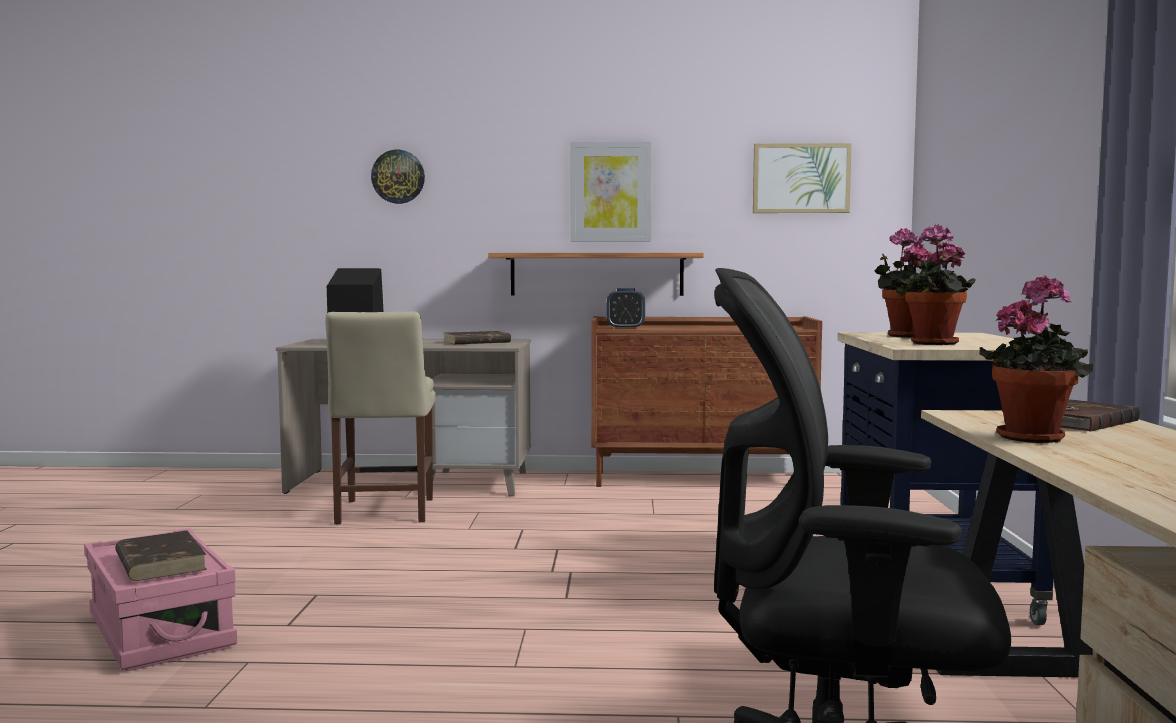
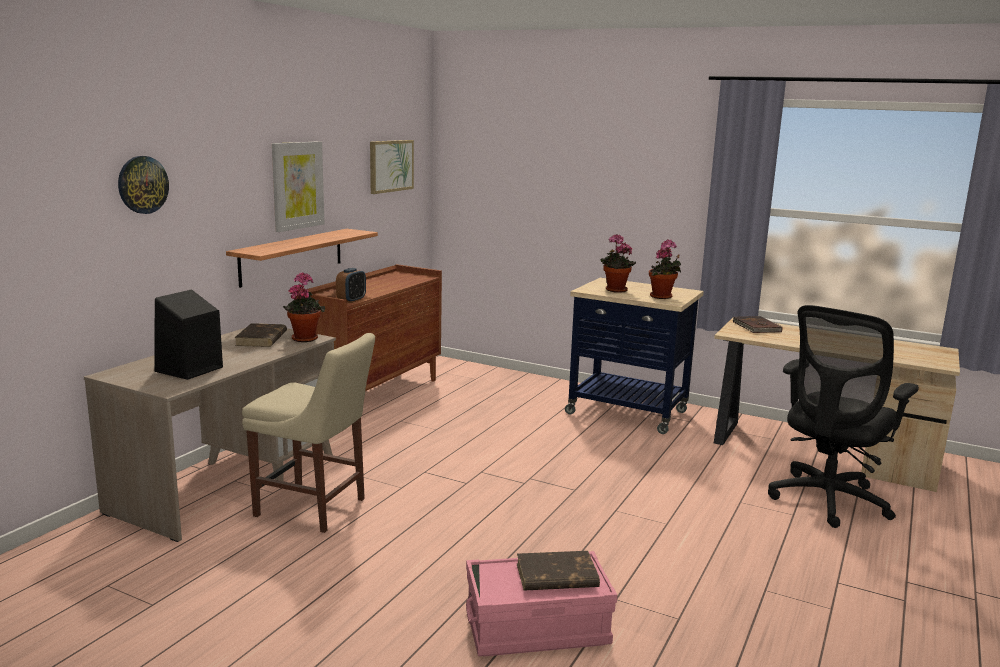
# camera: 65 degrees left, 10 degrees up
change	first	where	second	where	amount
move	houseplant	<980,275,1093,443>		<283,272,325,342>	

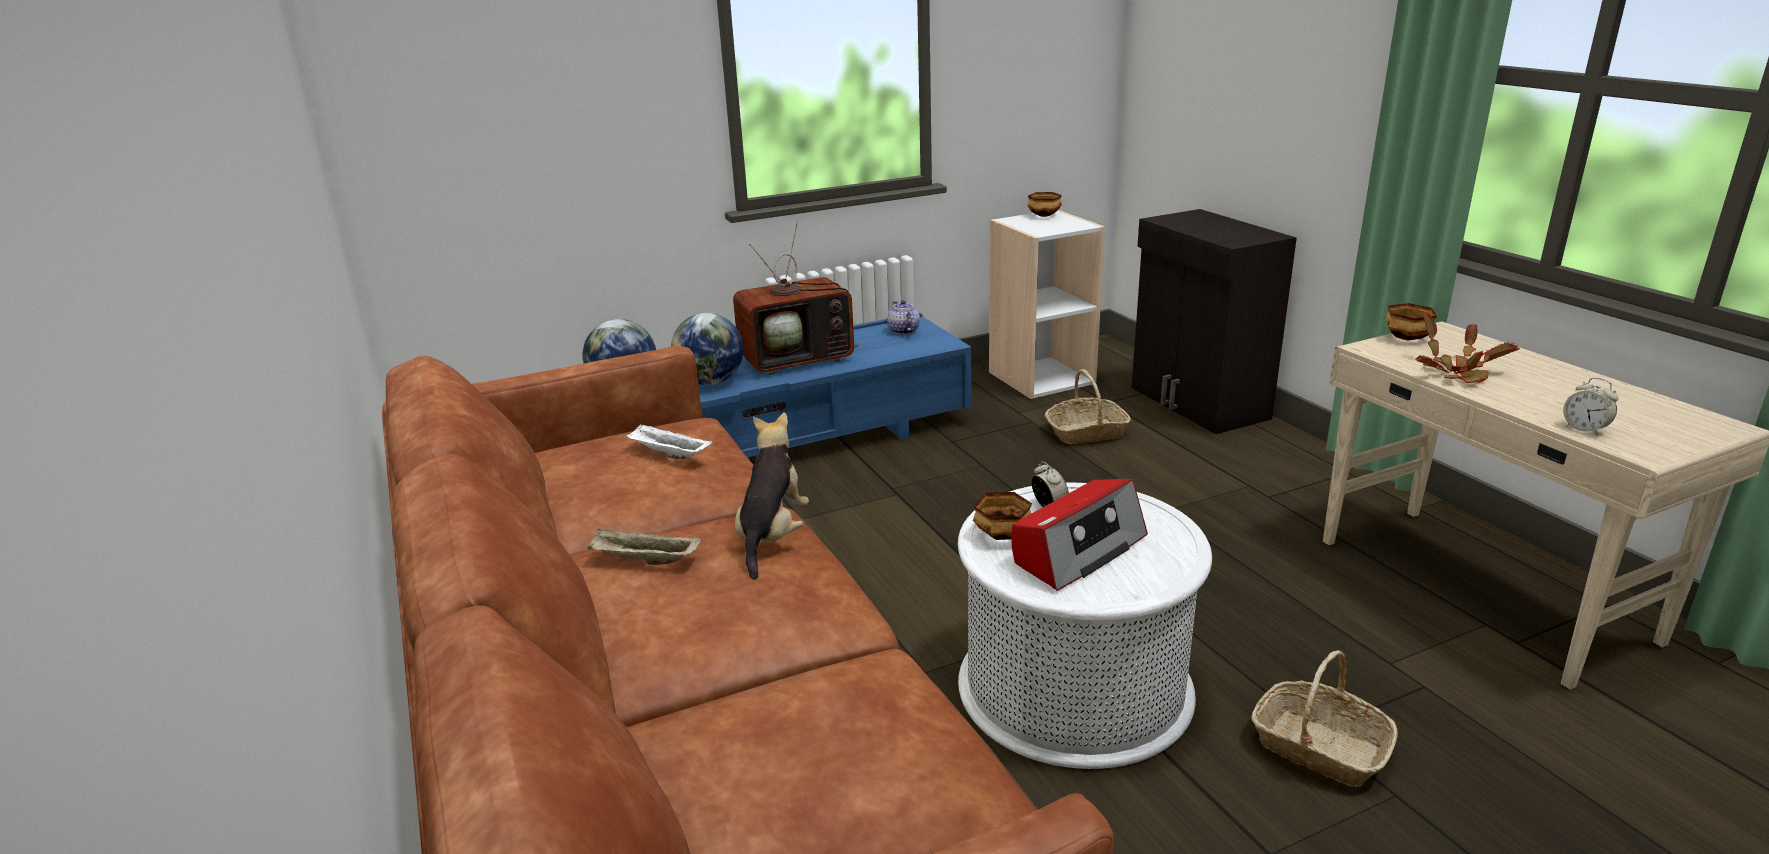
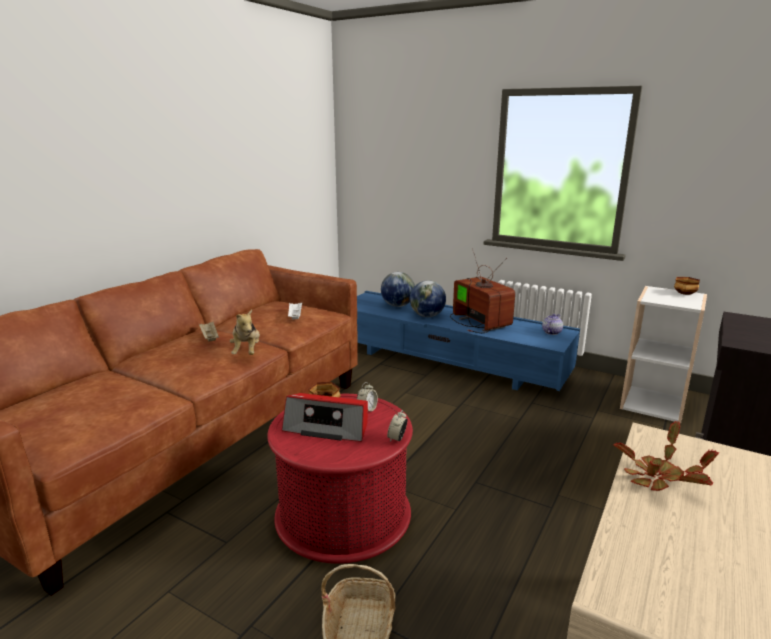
# camera: 55 degrees right, 5 degrees down
change	first	where	second	where	amount
rotate	soft toy	<735,412,809,580>		<230,309,260,355>	105 degrees clockwise
recolor	white coffee table	<958,483,1212,769>	reddish coffee table	<267,394,413,564>	
move	alarm clock	<1563,378,1619,436>		<387,410,407,442>	
rotate	TV	<733,221,861,375>		<450,248,515,333>	150 degrees counterclockwise
delete	basket	<1045,369,1131,444>			
delete	serving bowl	<1385,303,1437,341>			

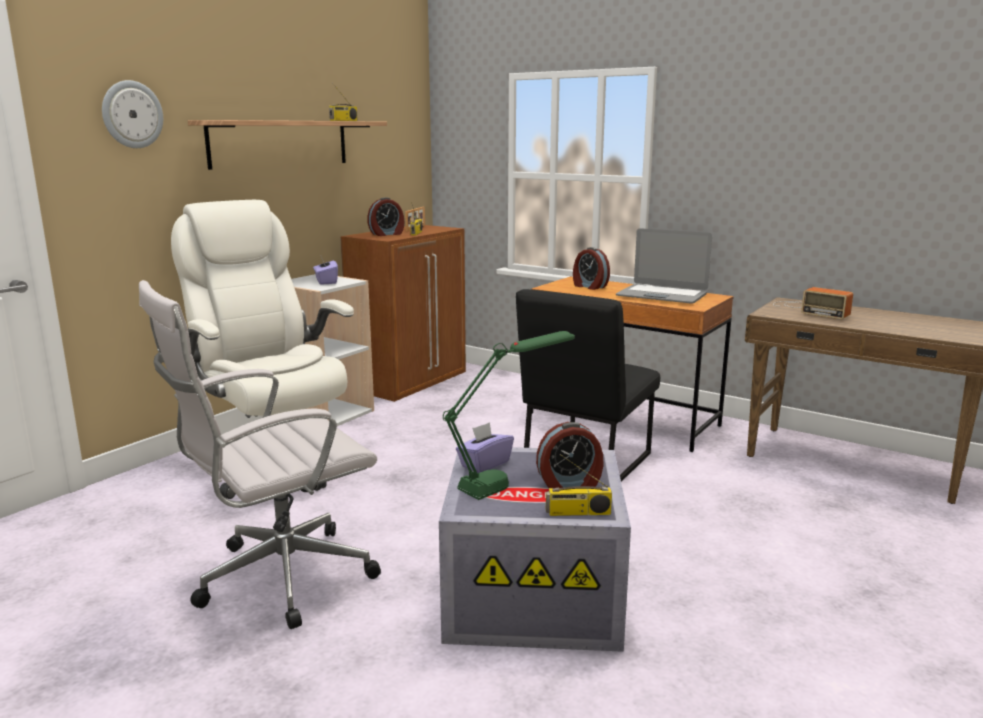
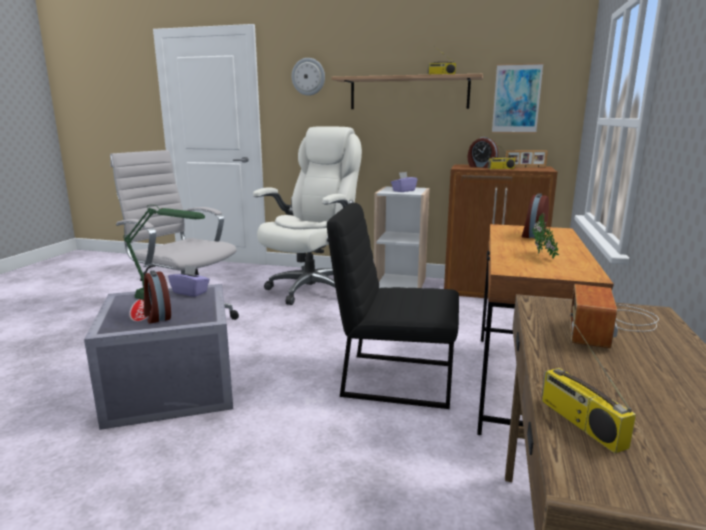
# camera: 70 degrees right, 0 degrees up
change	first	where	second	where	amount
insert			wall art	<492,63,543,133>	
replace	portable computer	<616,228,712,303>	houseplant	<532,212,559,258>	
move	radio	<546,454,612,516>		<542,324,636,453>	

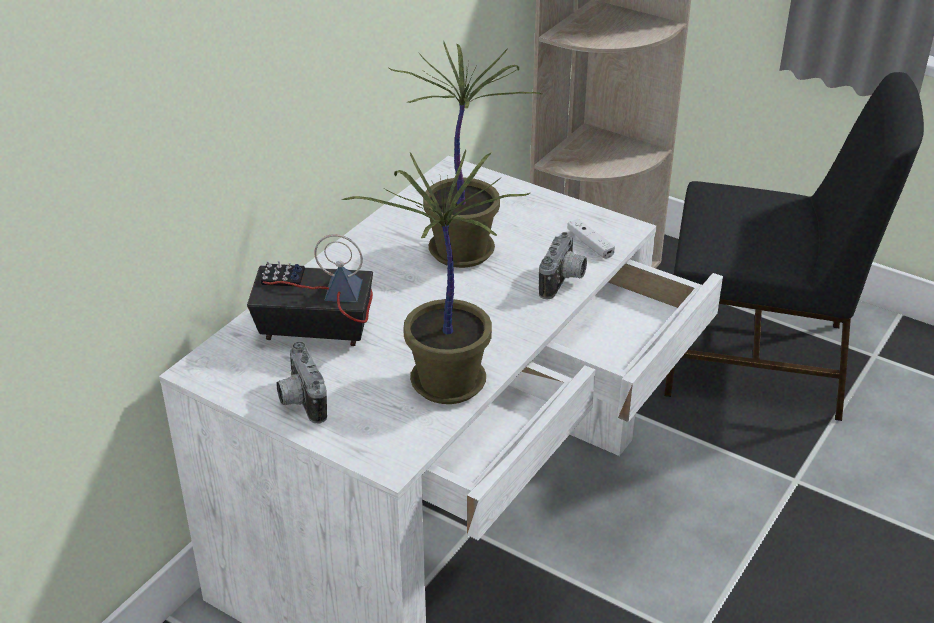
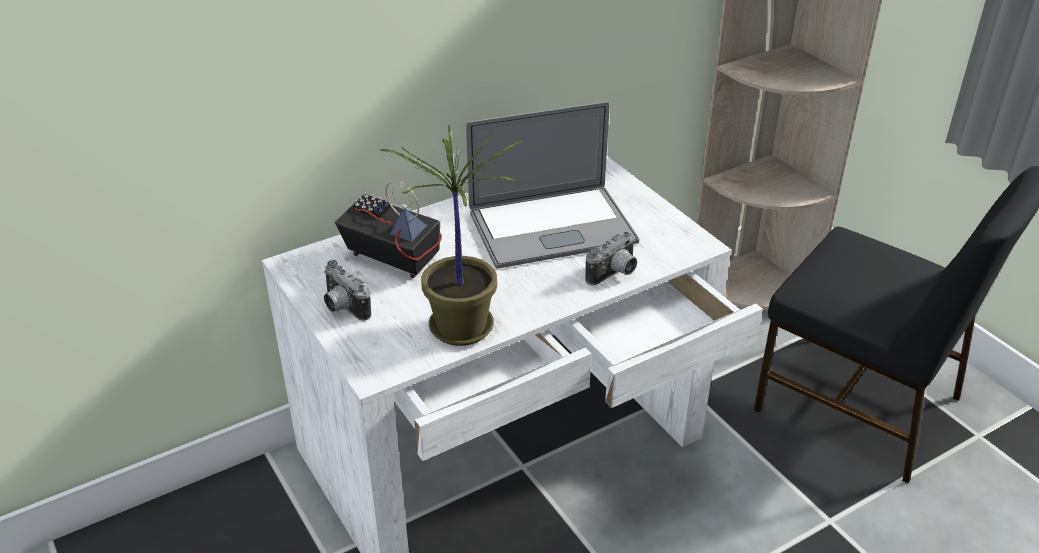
# camera: 25 degrees right, 0 degrees up
change	first	where	second	where	amount
rotate	still camera	<277,342,327,423>		<324,260,371,321>	45 degrees counterclockwise
replace	houseplant	<389,41,542,268>	portable computer	<466,101,639,269>	
delete	white gamepad	<567,219,615,259>			

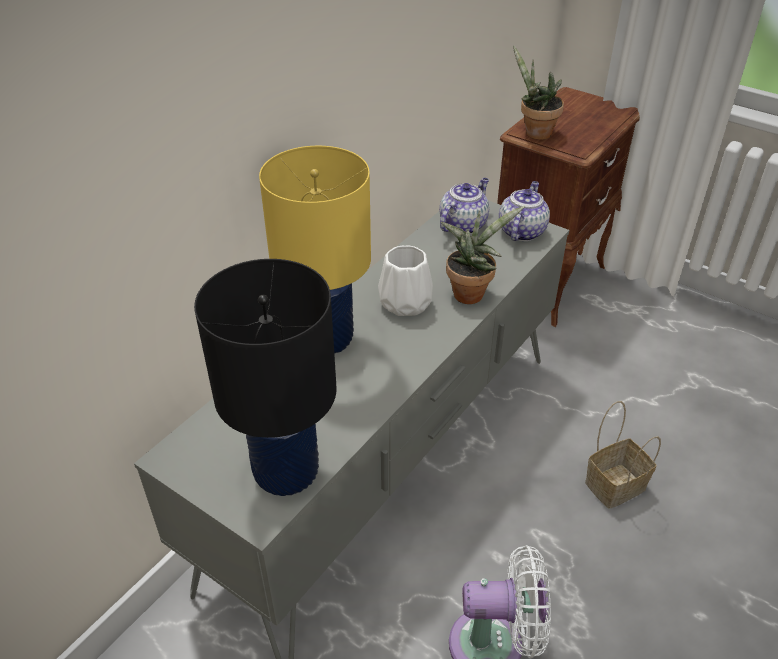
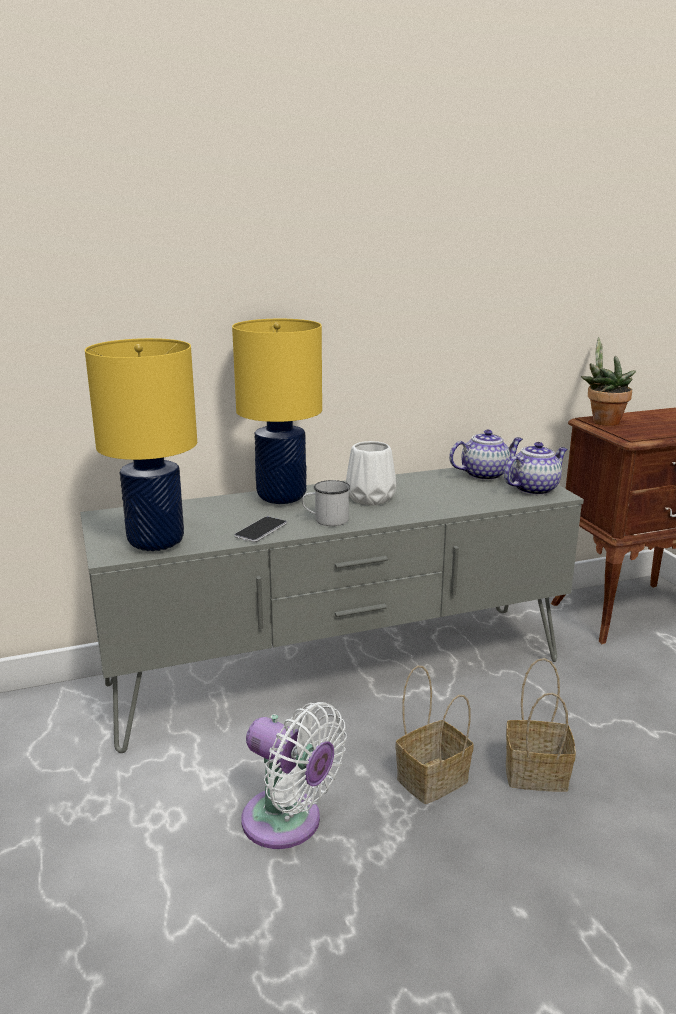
# camera: 35 degrees right, 20 degrees down
change	first	where	second	where	amount
recolor	blackish tabletop lamp	<194,259,337,496>	yellowish tabletop lamp	<85,338,197,551>	
insert			handset	<234,517,287,542>	
insert			white coffee mug	<302,480,350,526>	
insert			basket	<395,666,474,804>	
delete	houseplant	<441,206,525,304>			

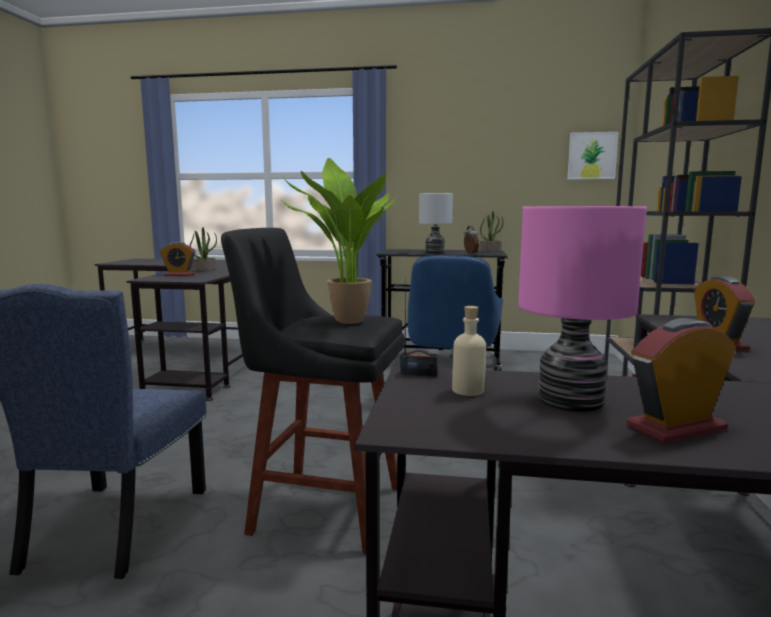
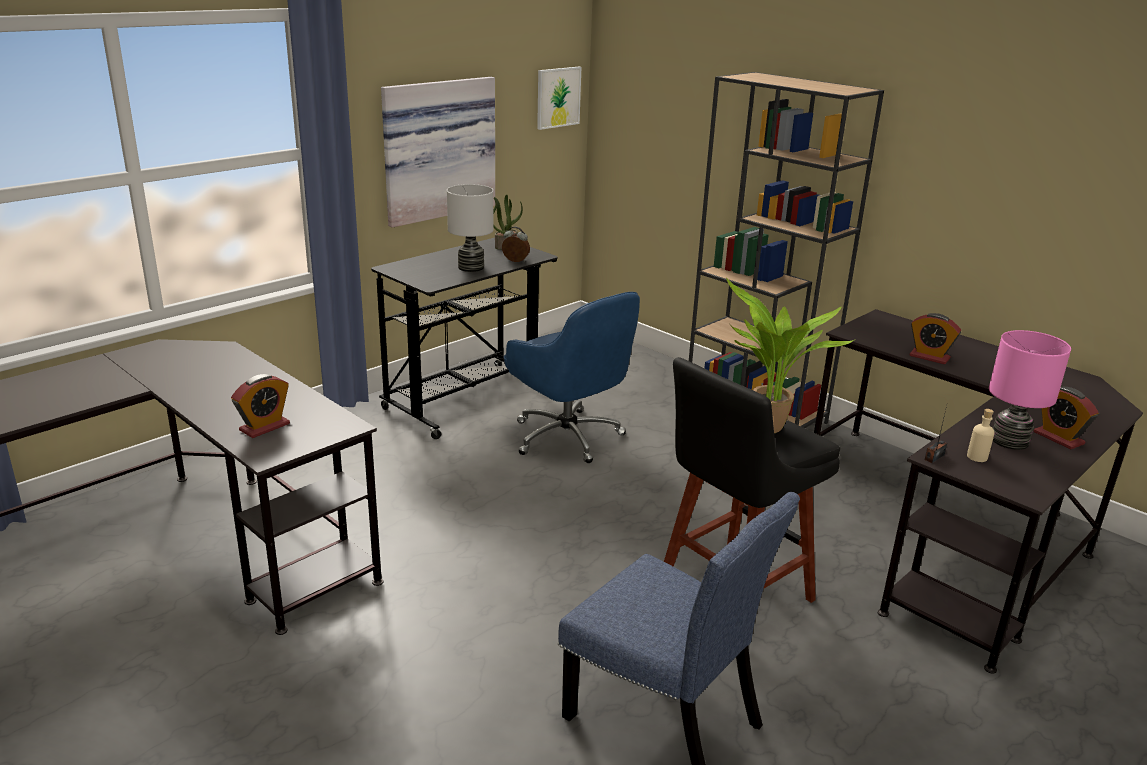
# camera: 55 degrees left, 15 degrees up
change	first	where	second	where	amount
insert			wall art	<381,77,495,228>	
rotate	alarm clock	<627,318,736,443>		<1034,387,1099,449>	45 degrees counterclockwise
delete	houseplant	<190,227,217,271>			

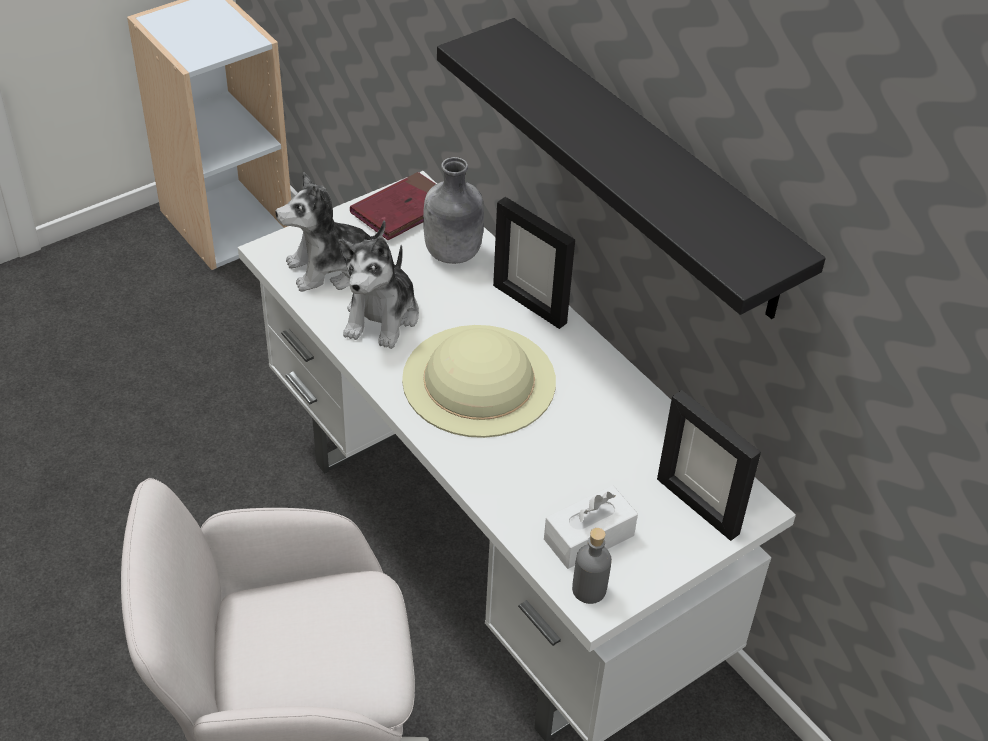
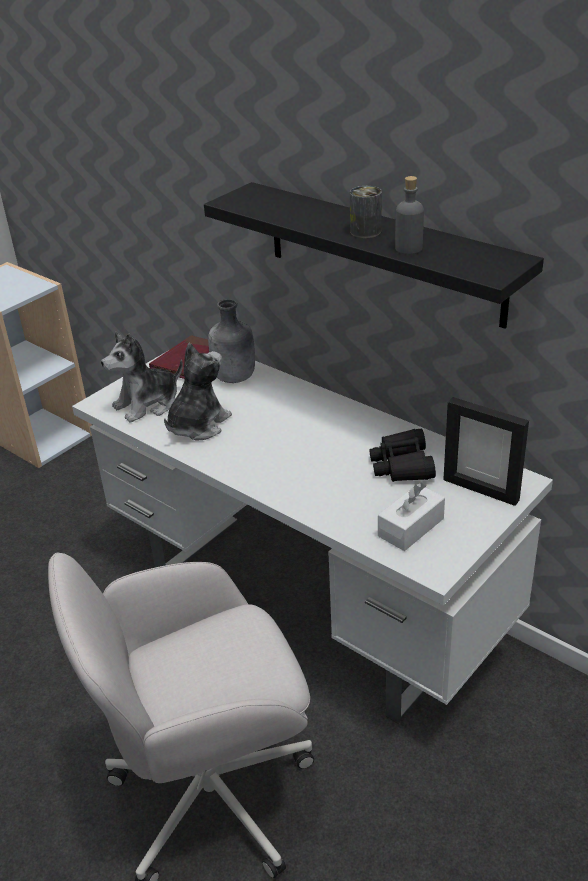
# camera: 10 degrees left, 10 degrees down
change	first	where	second	where	amount
rotate	soft toy	<338,237,419,349>		<164,343,232,441>	150 degrees counterclockwise
insert			sealed can	<350,186,382,238>	
insert			blackish pair of binoculars	<369,429,436,482>	
move	greyish bottle	<572,528,612,604>		<395,176,424,254>	
delete	beige wearable hat	<402,325,556,438>			
delete	picture frame	<493,197,575,329>			

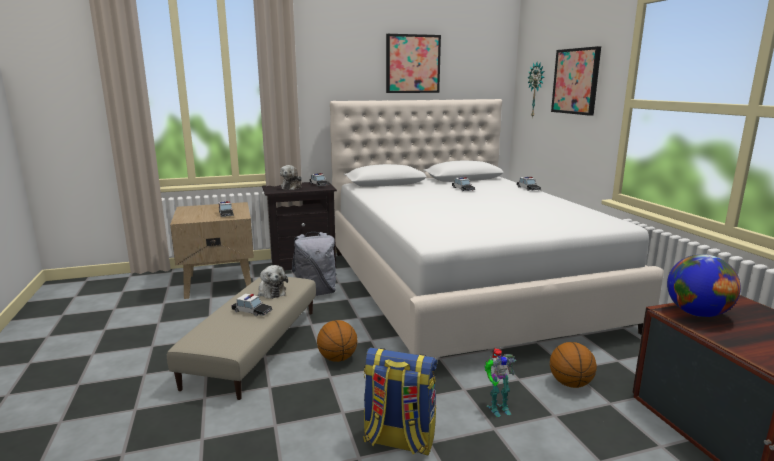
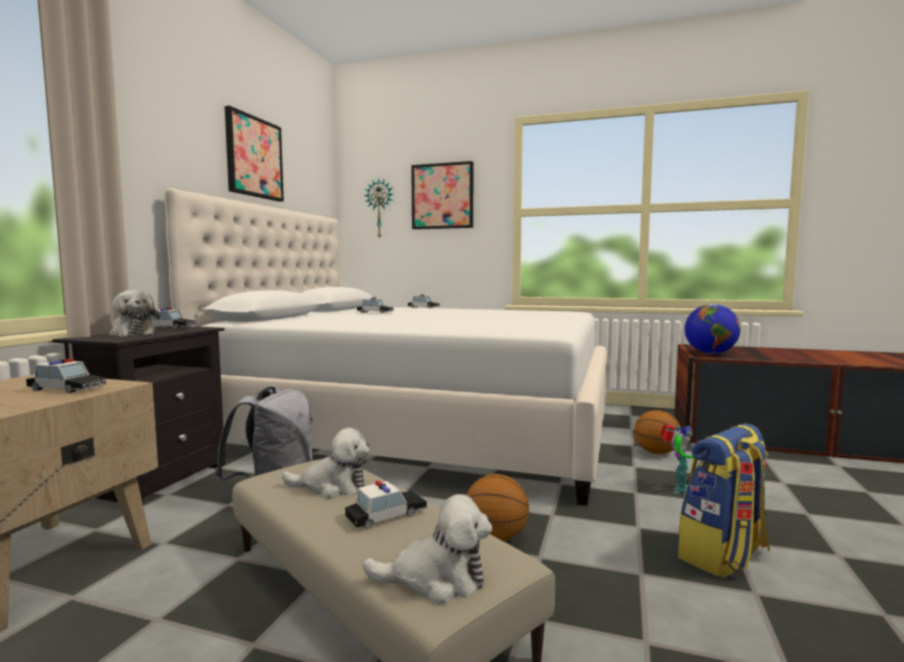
# camera: 55 degrees left, 10 degrees down
change	first	where	second	where	amount
insert			soft toy	<362,494,492,604>	

